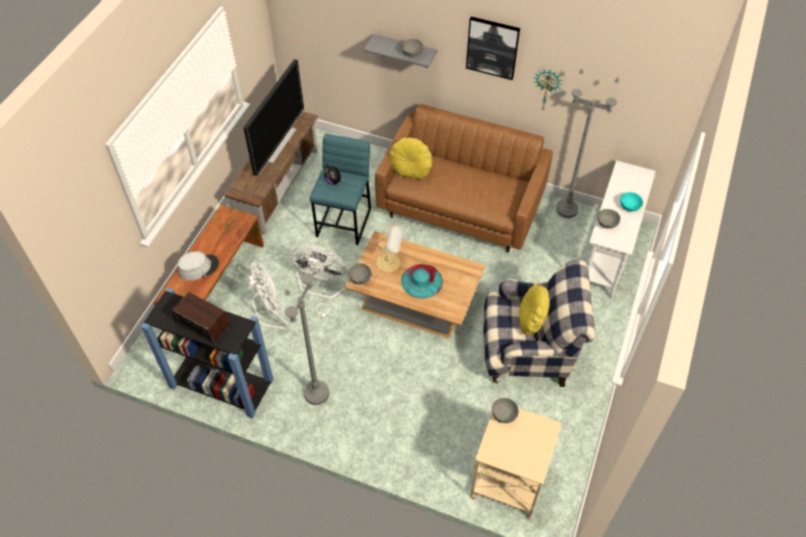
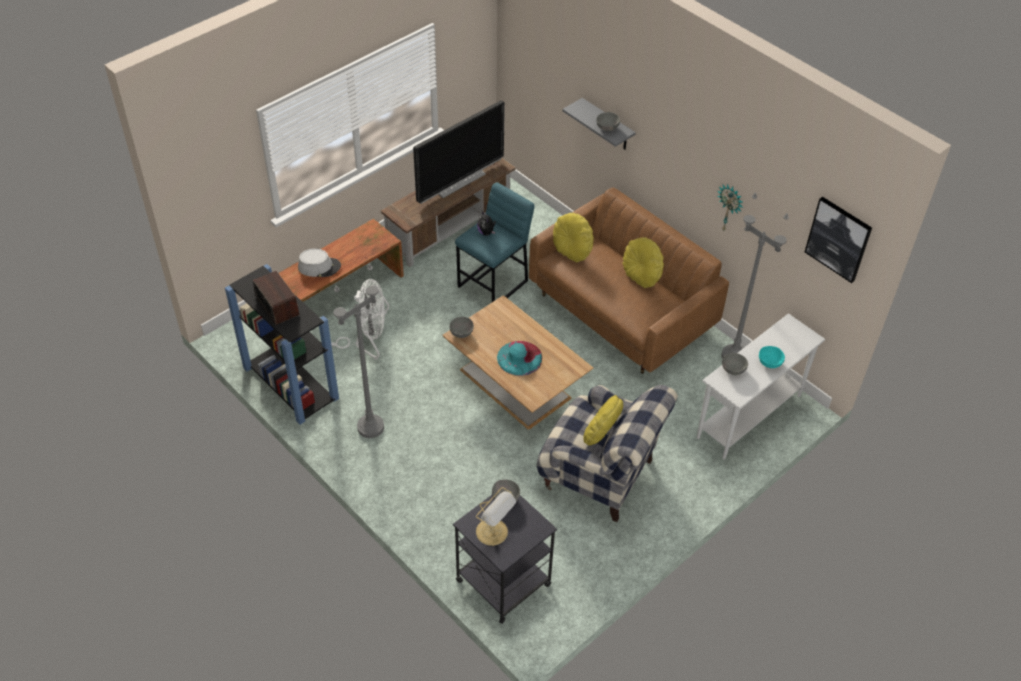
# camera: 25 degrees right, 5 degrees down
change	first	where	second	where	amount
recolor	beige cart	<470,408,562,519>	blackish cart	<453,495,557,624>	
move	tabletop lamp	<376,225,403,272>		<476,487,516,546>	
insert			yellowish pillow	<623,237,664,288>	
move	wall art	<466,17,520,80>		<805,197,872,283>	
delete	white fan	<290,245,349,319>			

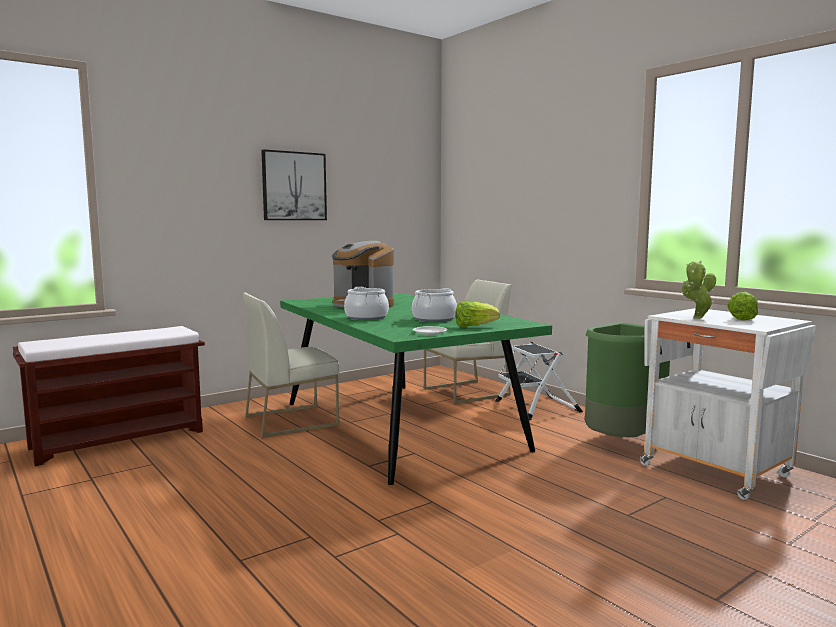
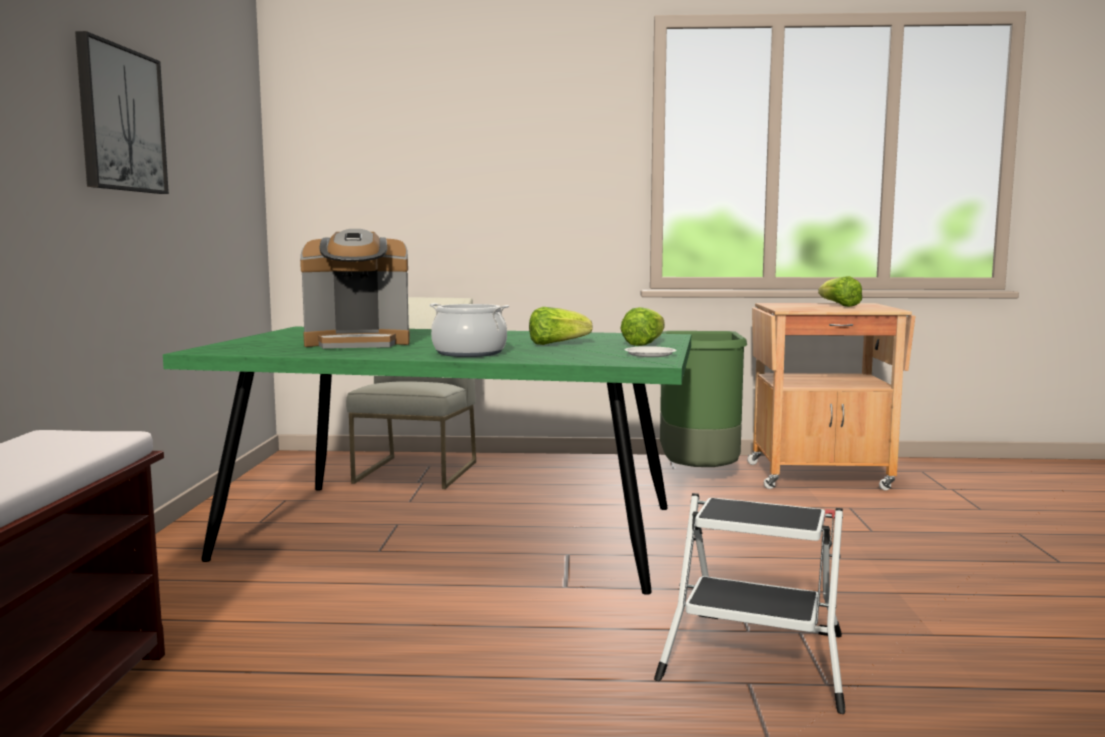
# camera: 50 degrees left, 0 degrees up
change	first	where	second	where	amount
replace	saucepot	<412,288,457,322>	lettuce	<529,307,592,345>	
move	step ladder	<495,342,583,420>		<654,493,845,714>	
recolor	white cart	<640,308,816,500>	brown cart	<747,303,916,491>	
delete	white chair	<243,293,339,438>			
delete	houseplant	<681,261,716,319>			

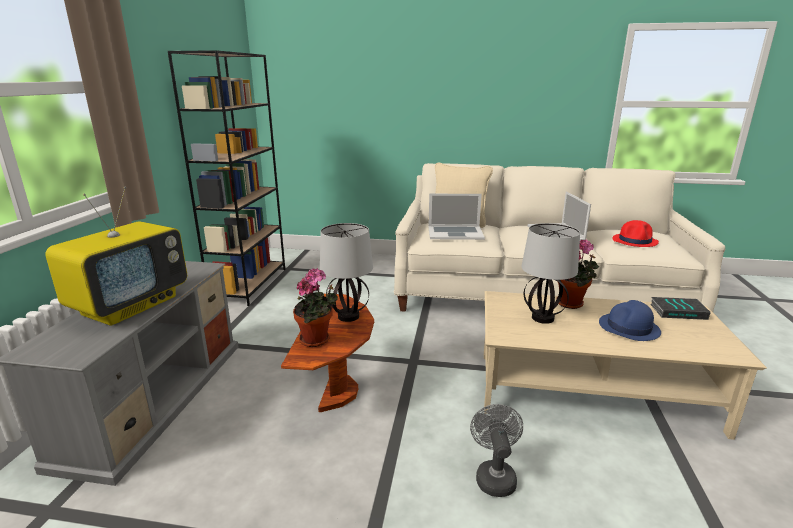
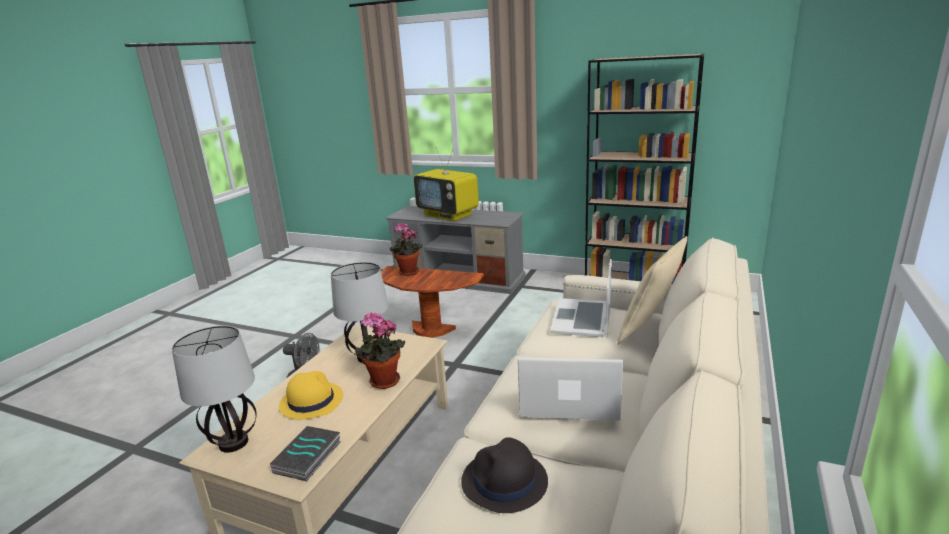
# camera: 105 degrees right, 0 degrees up
change	first	where	second	where	amount
move	tabletop lamp	<320,223,373,322>		<172,326,257,453>	
recolor	blue wearable hat	<599,300,661,341>	yellowish wearable hat	<279,371,343,419>	
recolor	reddish wearable hat	<613,220,659,247>	blackish wearable hat	<461,437,548,513>	

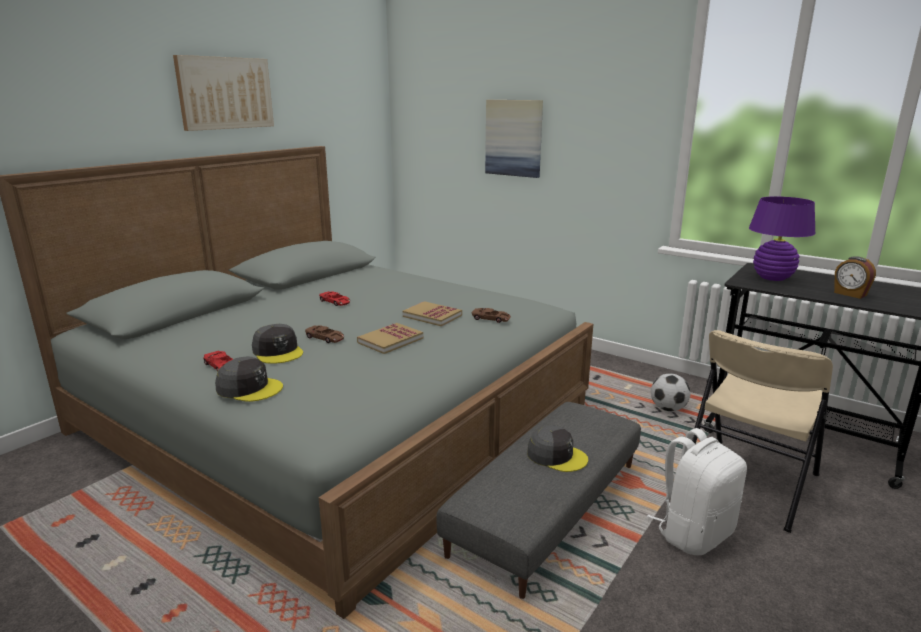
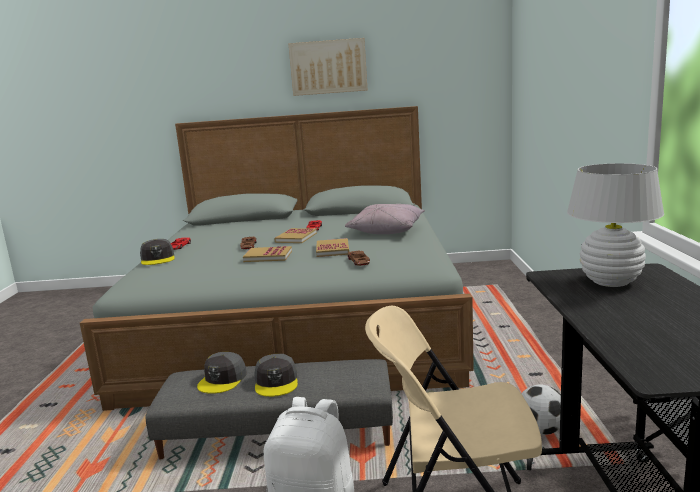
# camera: 55 degrees right, 5 degrees down
change	first	where	second	where	amount
move	greyish cap	<252,324,303,364>		<197,352,247,394>	
insert			bound book	<274,228,317,243>	
insert			purplish pillow	<345,204,425,234>	
recolor	purplish tabletop lamp	<749,196,816,281>	white tabletop lamp	<567,163,664,287>	
delete	wall art	<485,100,543,178>			
delete	alarm clock	<834,256,876,299>			

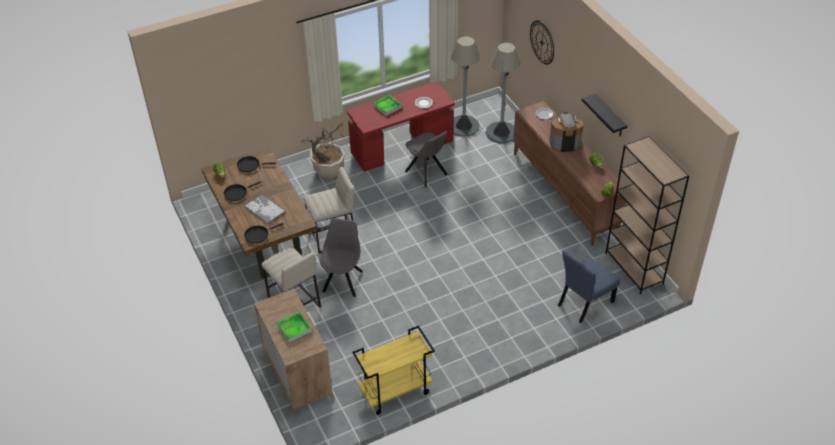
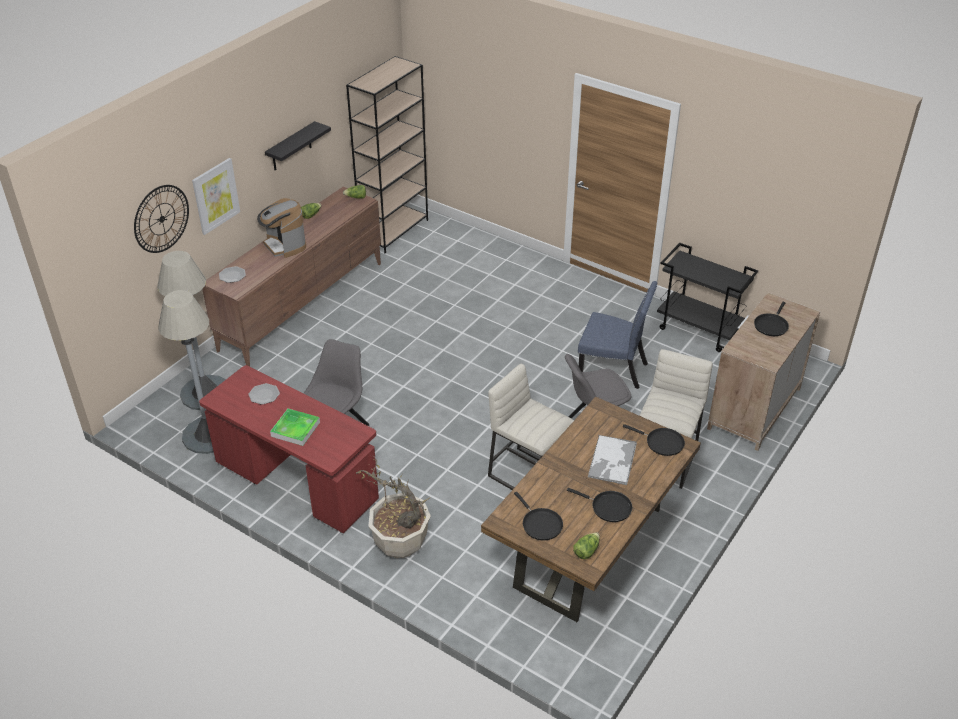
# camera: 120 degrees left, 5 degrees down
change	first	where	second	where	amount
insert			wall art	<192,158,240,235>	
move	blue chair	<558,250,620,323>		<578,281,657,389>	
recolor	yellowish cart	<352,325,435,415>	blackish cart	<657,243,758,352>	
replace	tray	<277,312,312,342>	blackish frying pan	<754,302,789,336>	

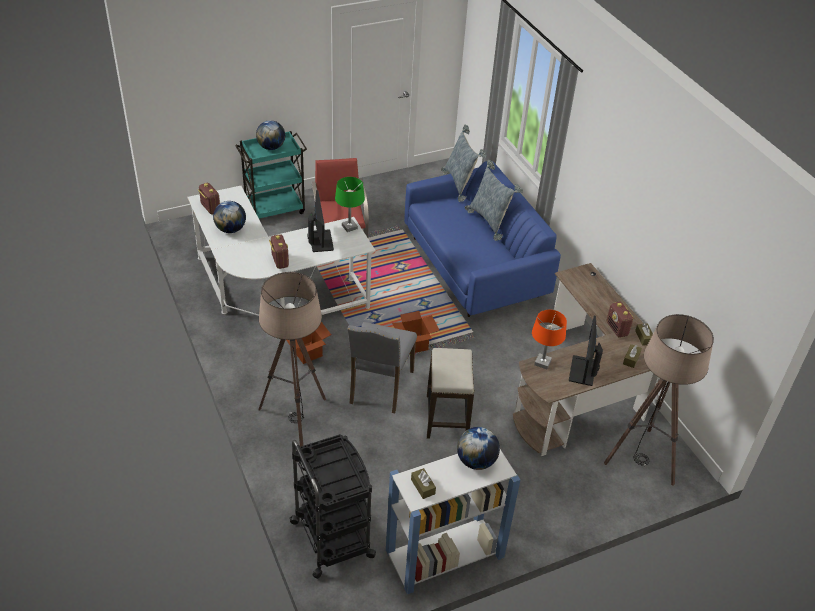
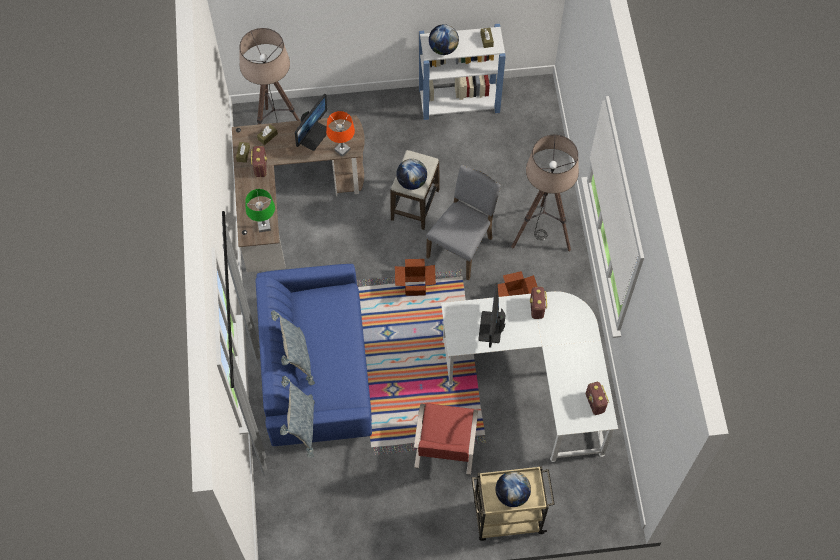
# camera: 160 degrees left, 20 degrees up
change	first	where	second	where	amount
move	green tabletop lamp	<335,177,365,232>		<245,189,275,233>	
move	globe	<213,201,246,233>		<396,159,427,190>	
recolor	turquoise-coloured cart	<235,131,307,219>	beige cart	<471,466,555,541>	
delete	blackish cart	<290,434,376,579>			

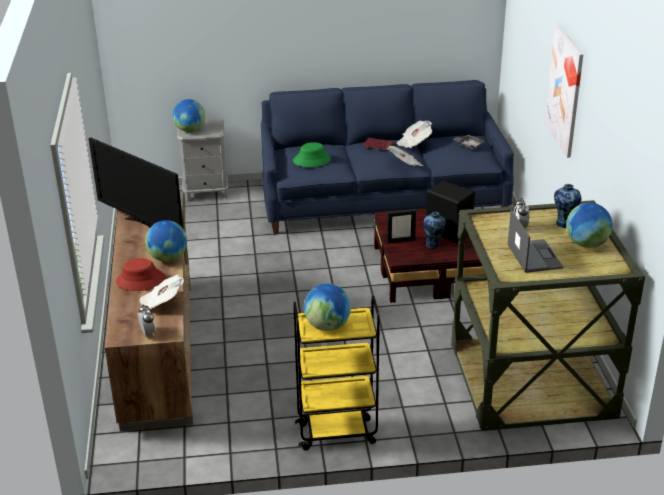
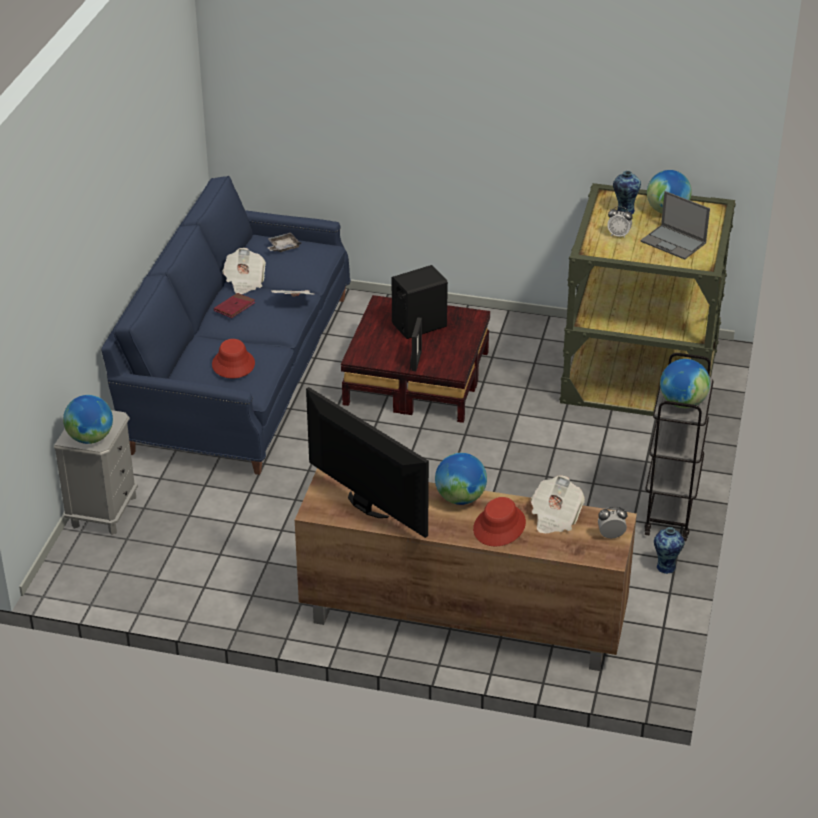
# camera: 70 degrees left, 5 degrees up
change	first	where	second	where	amount
recolor	green wearable hat	<293,142,331,167>	reddish wearable hat	<212,339,255,378>	
rotate	TV	<89,137,183,228>		<306,387,429,538>	105 degrees counterclockwise
rotate	portable computer	<508,210,563,273>		<640,191,710,260>	150 degrees counterclockwise
recolor	yellowish cart	<293,296,380,450>	greyish cart	<645,353,713,541>	
move	vase	<423,212,446,248>		<654,527,685,574>	
delete	wall art	<544,25,583,158>			

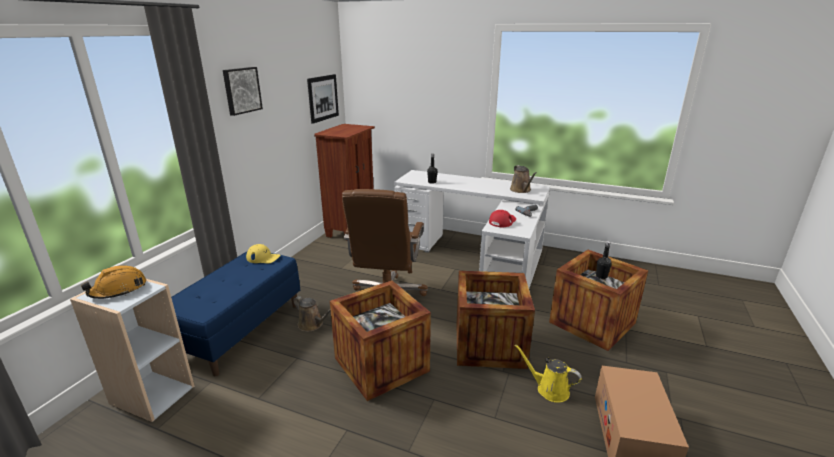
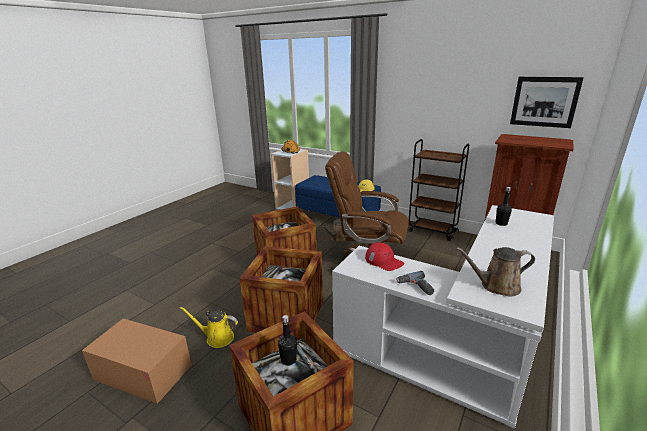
# camera: 100 degrees right, 0 degrees up
change	first	where	second	where	amount
rotate	yellowish watering can	<515,344,582,403>		<180,306,238,348>	120 degrees counterclockwise
insert			brown cart	<409,139,469,241>	
delete	wall art	<223,67,263,116>			

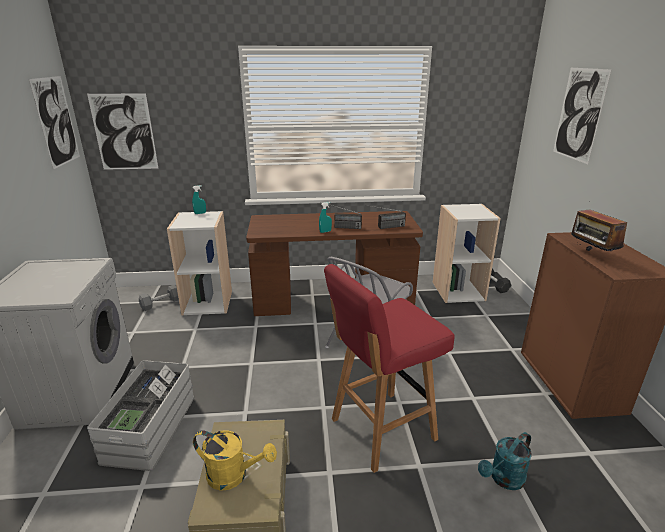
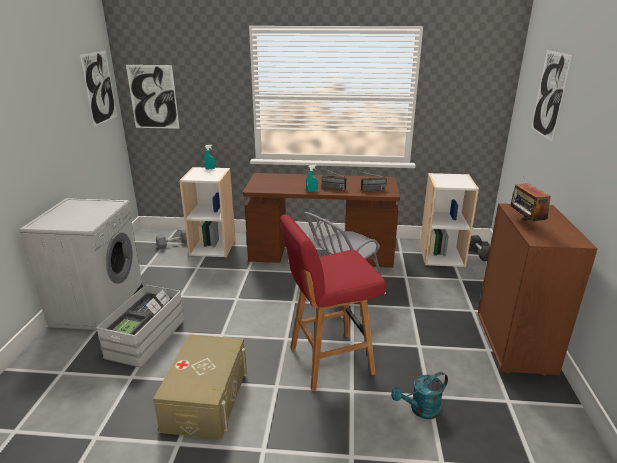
# camera: 10 degrees right, 0 degrees up
change	first	where	second	where	amount
delete	yellowish watering can	<193,430,277,491>			

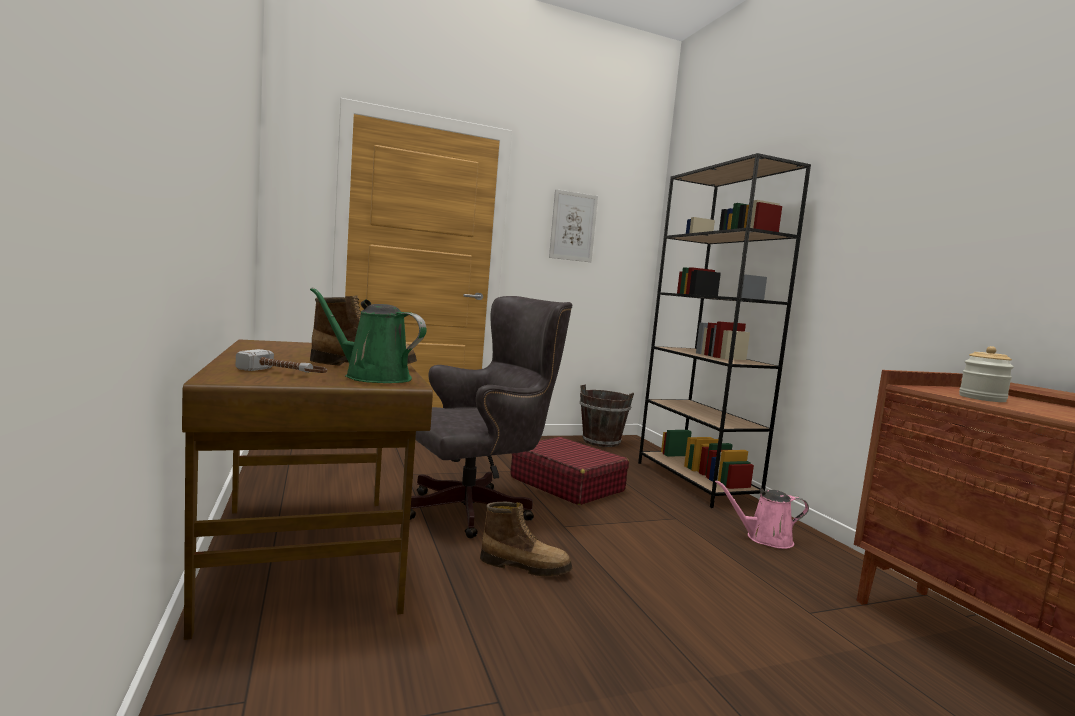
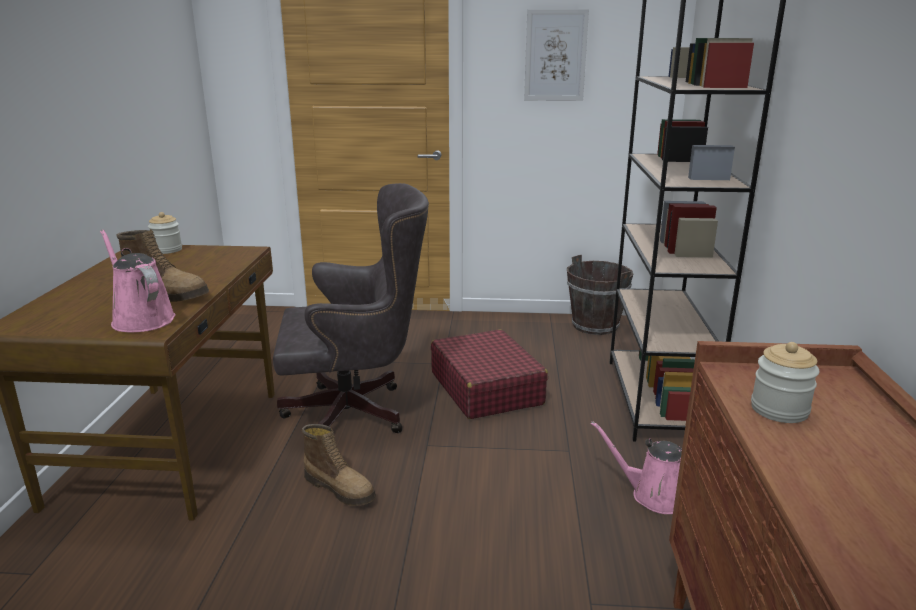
# camera: 25 degrees right, 15 degrees up
change	first	where	second	where	amount
recolor	green watering can	<310,288,426,383>	pinkish watering can	<100,229,176,332>	
insert			preserve jar	<148,212,182,254>	
delete	hammer	<236,349,327,373>			

